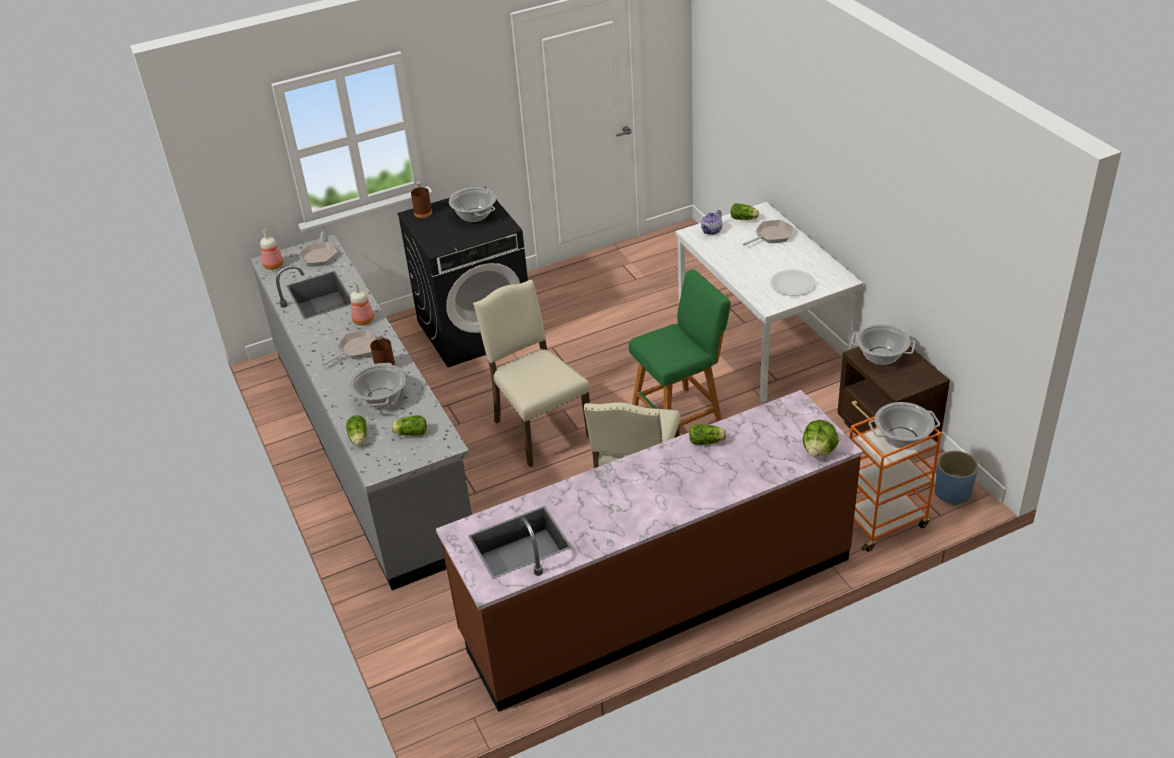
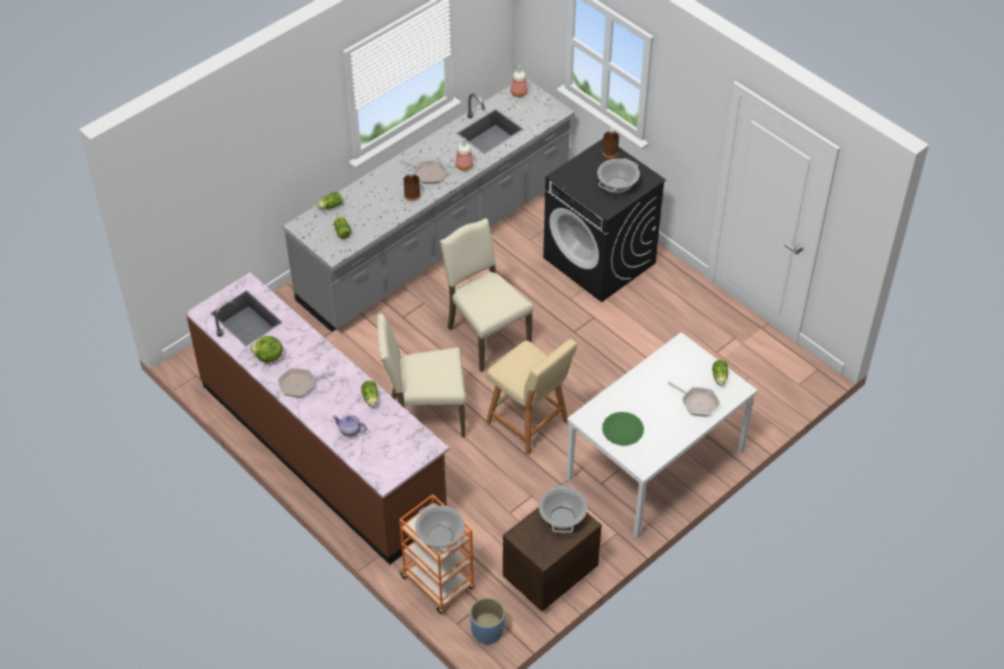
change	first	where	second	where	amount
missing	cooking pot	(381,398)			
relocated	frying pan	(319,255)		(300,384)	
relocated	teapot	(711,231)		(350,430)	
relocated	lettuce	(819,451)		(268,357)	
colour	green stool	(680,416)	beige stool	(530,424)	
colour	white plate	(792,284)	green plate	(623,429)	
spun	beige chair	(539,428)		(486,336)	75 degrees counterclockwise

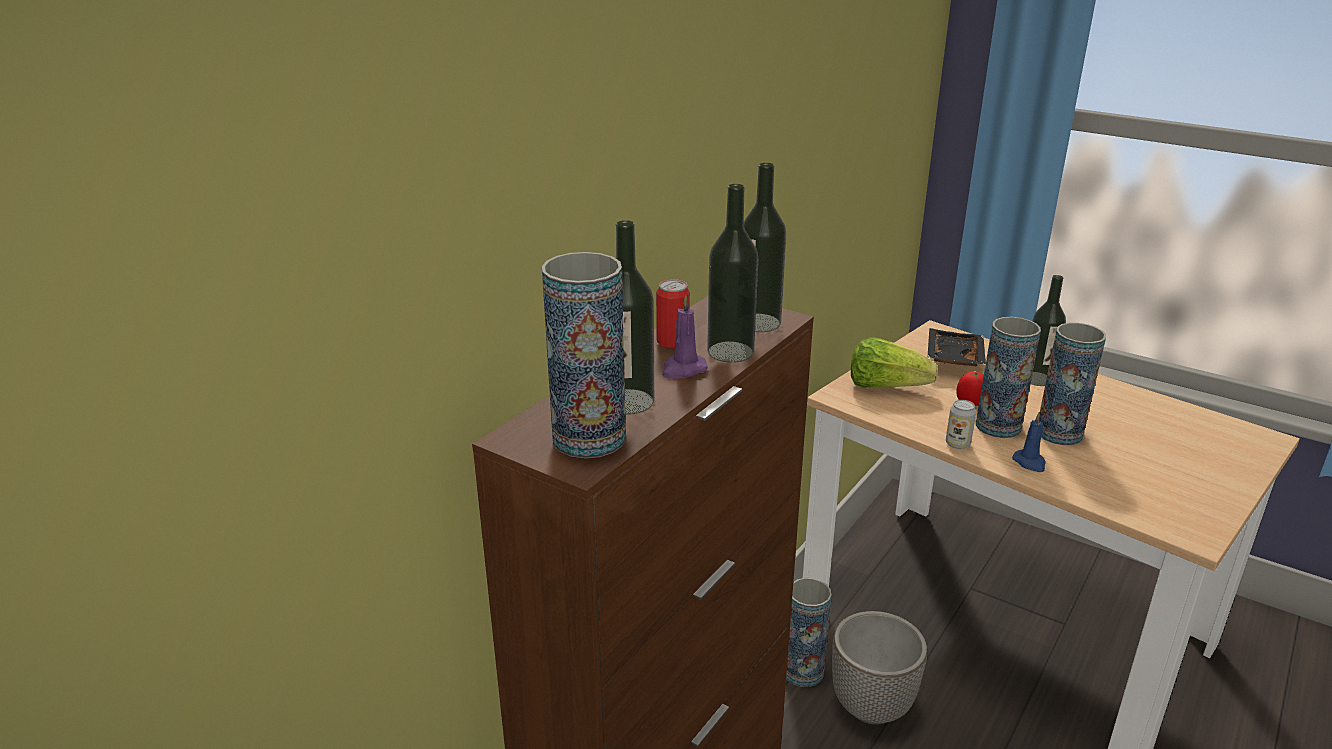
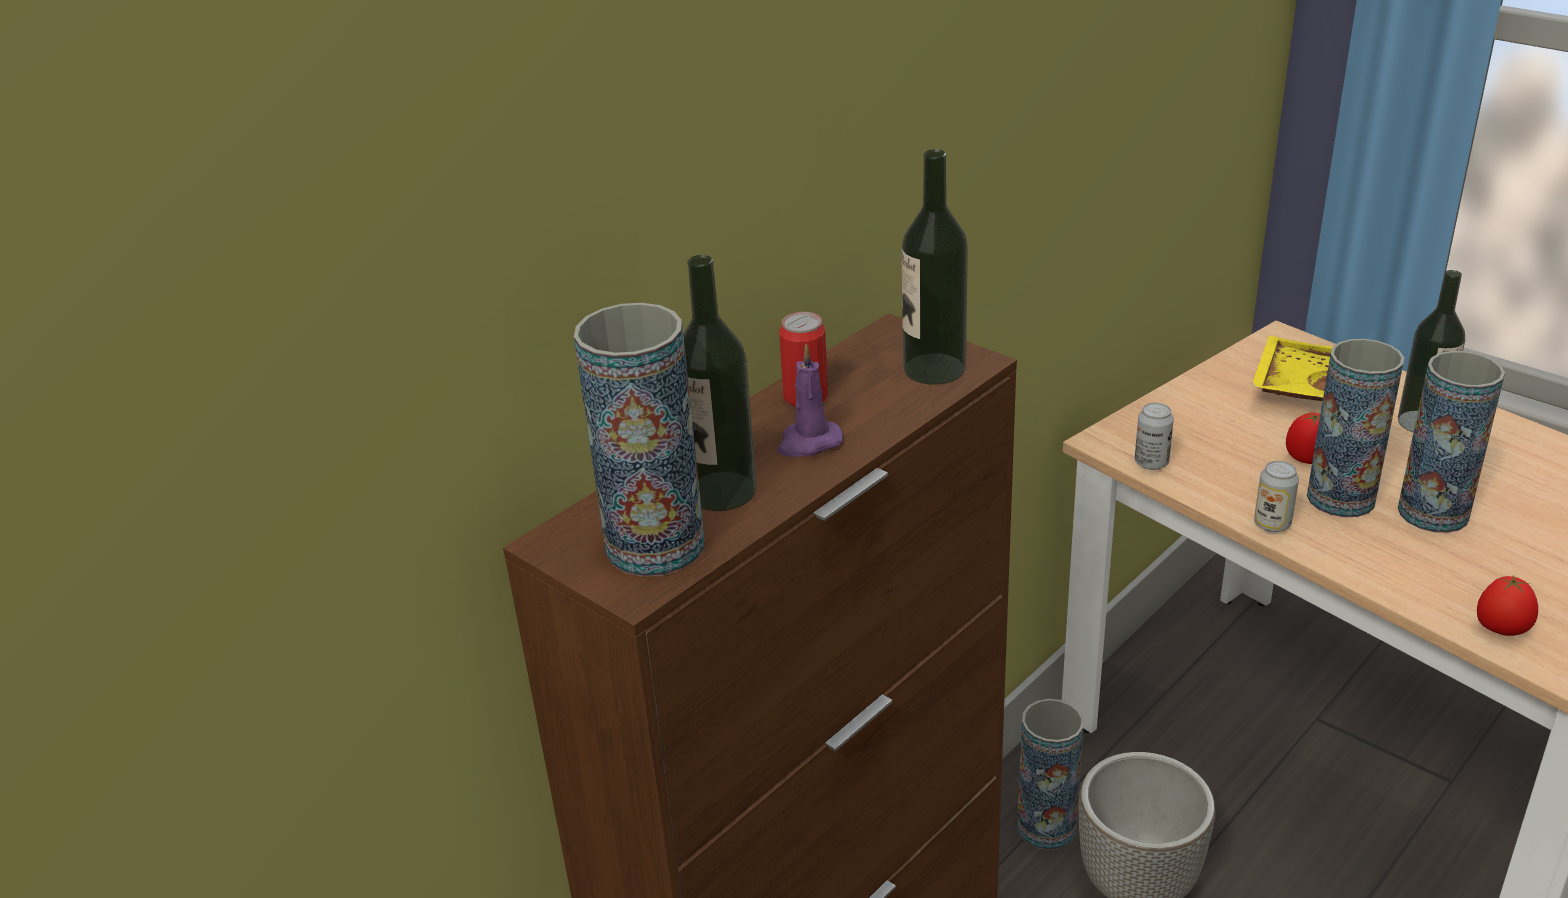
change	first	where	second	where	amount
missing	bottle	(730,352)			
missing	lettuce	(885,386)			
missing	blue candle	(1030,463)			
appeared			can	(1151,463)	
appeared			tomato	(1501,630)	
colour	black tray	(952,358)	yellow tray	(1296,385)	

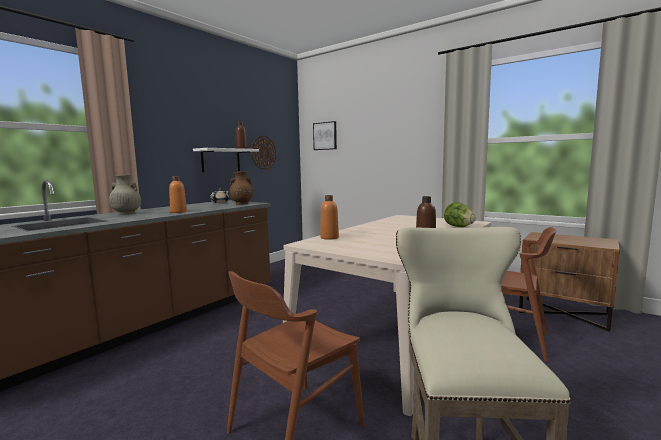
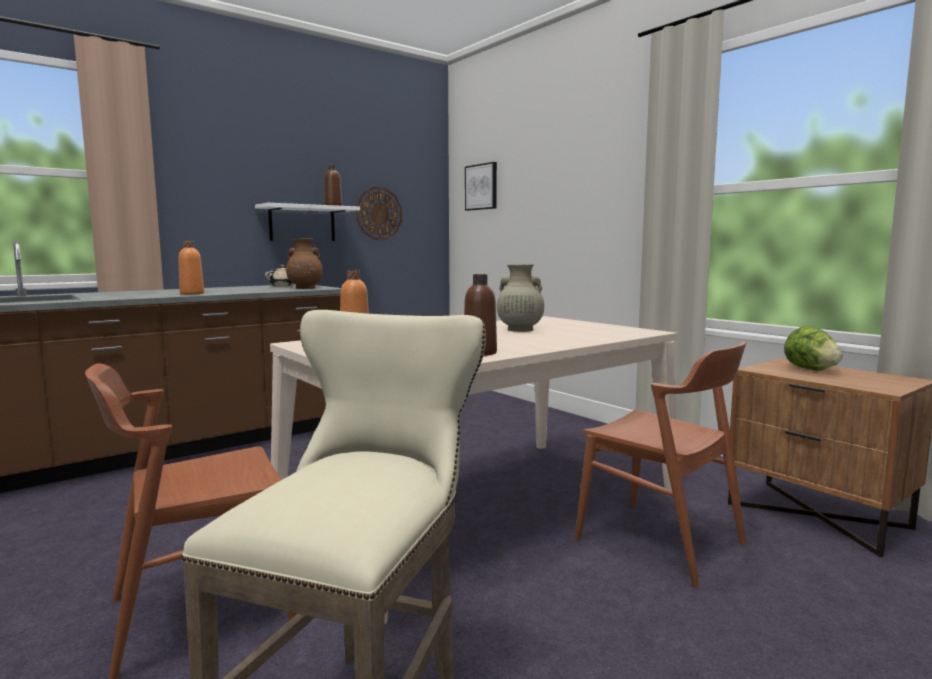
change	first	where	second	where	amount
relocated	beige vase	(126,213)		(519,330)	
relocated	lettuce	(458,227)		(810,369)	

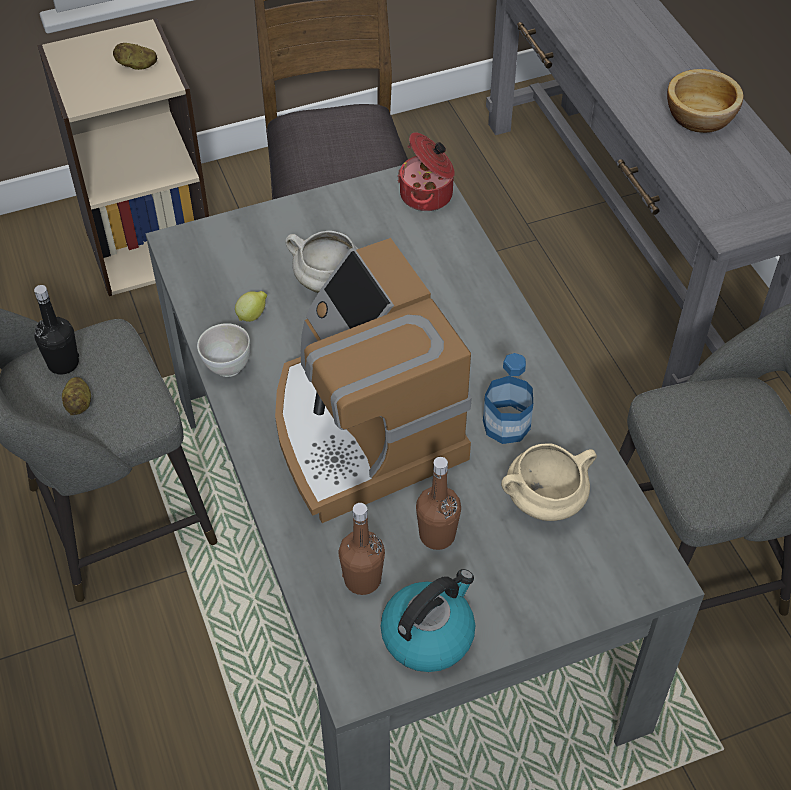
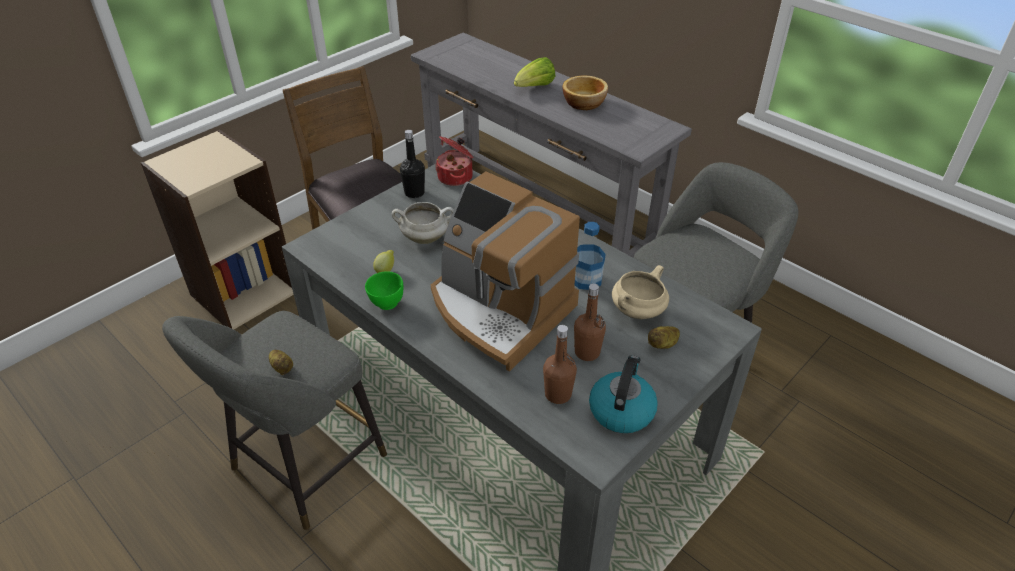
change	first	where	second	where	amount
appeared			lettuce	(535,87)	
relocated	black bottle	(63,363)		(414,193)	
relocated	potato	(136,66)		(663,344)	
colour	white bowl	(227,367)	green bowl	(386,304)	

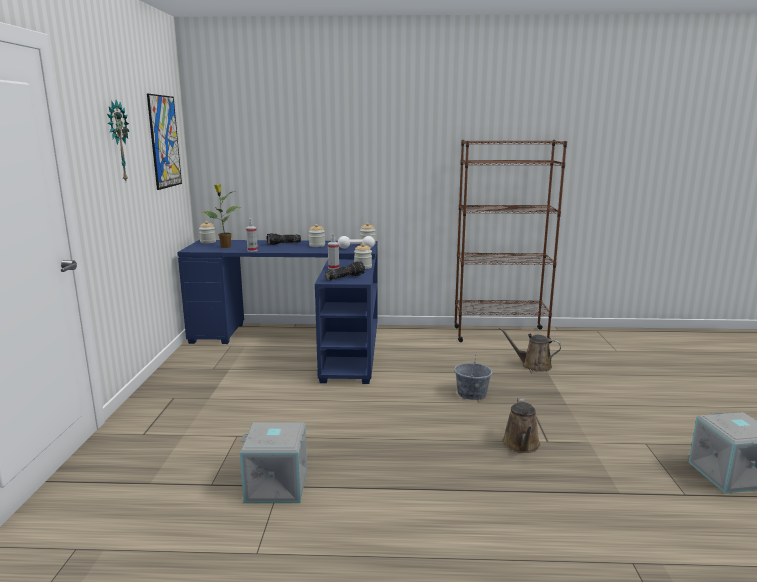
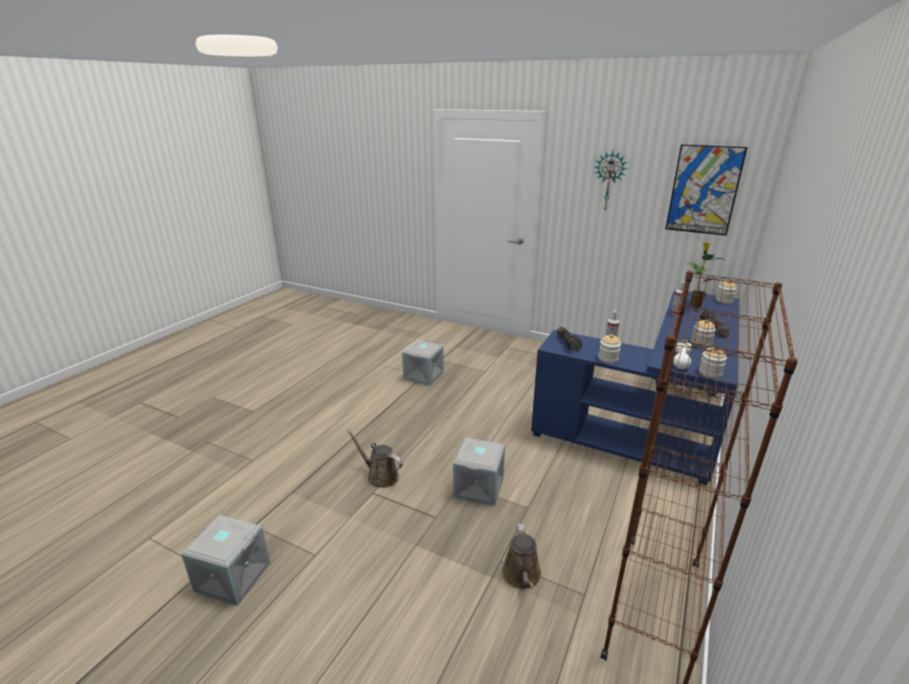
change	first	where	second	where	amount
exchanged	grey bucket	(472,393)	grey storage box	(479,487)	
spun	brown watering can	(533,365)		(522,576)	135 degrees clockwise

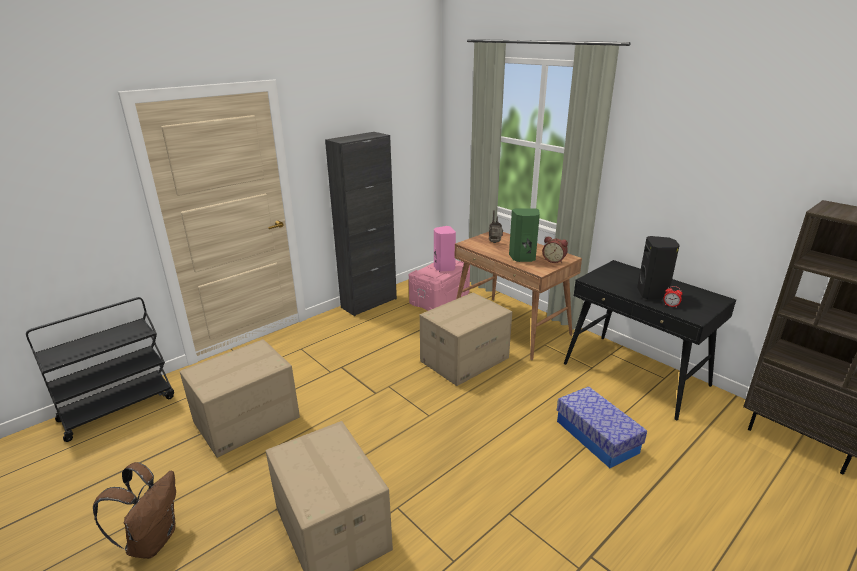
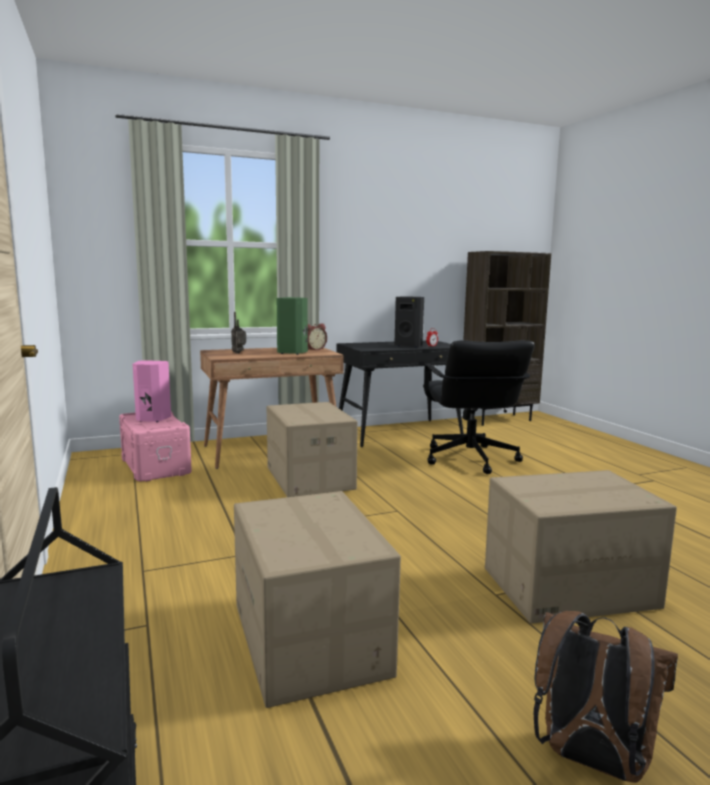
change	first	where	second	where	amount
missing	black cabinet	(369,303)			
exchanged	storage box	(596,436)	black office chair	(469,459)	

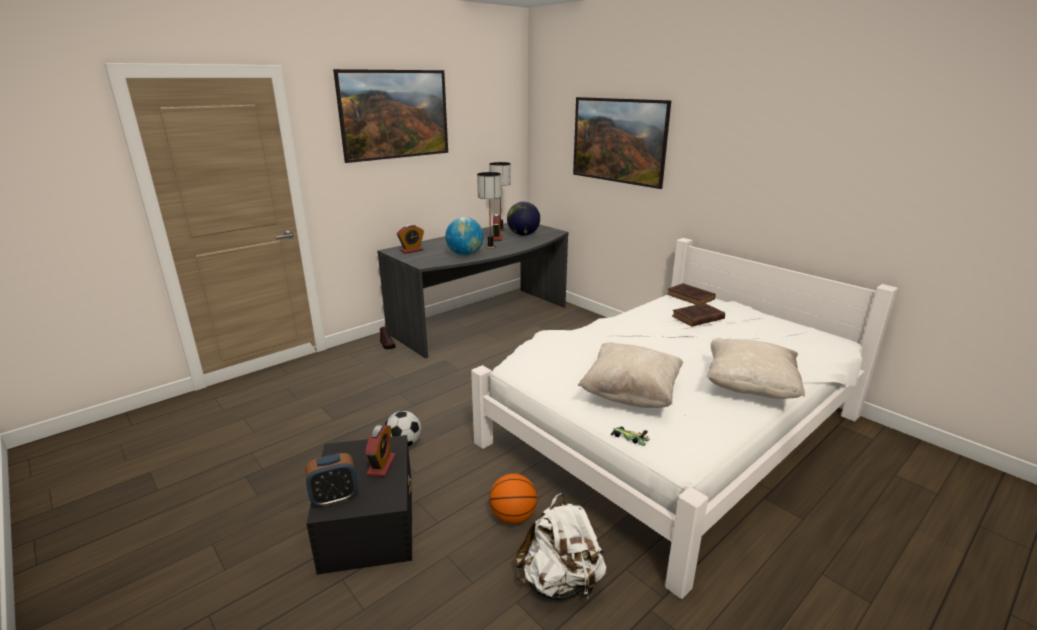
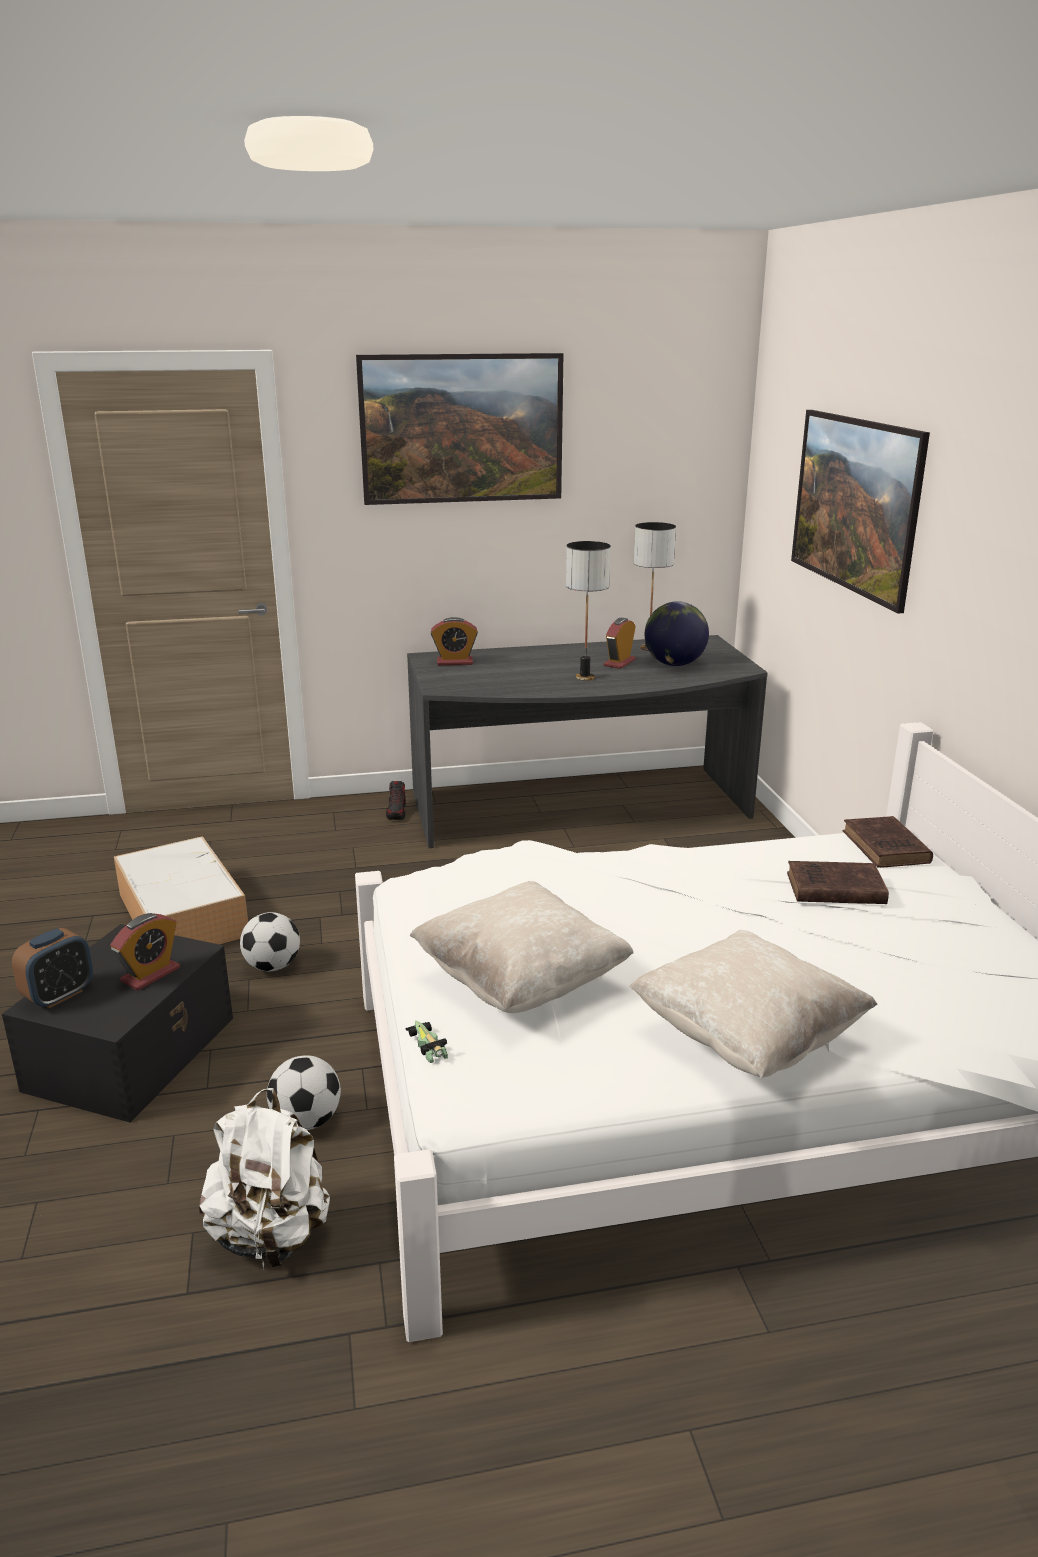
change	first	where	second	where	amount
missing	globe	(465,254)			
appeared			storage box	(181,914)	
exchanged	basketball	(513,516)	football	(306,1121)	
spun	alarm clock	(334,498)		(59,995)	60 degrees counterclockwise

